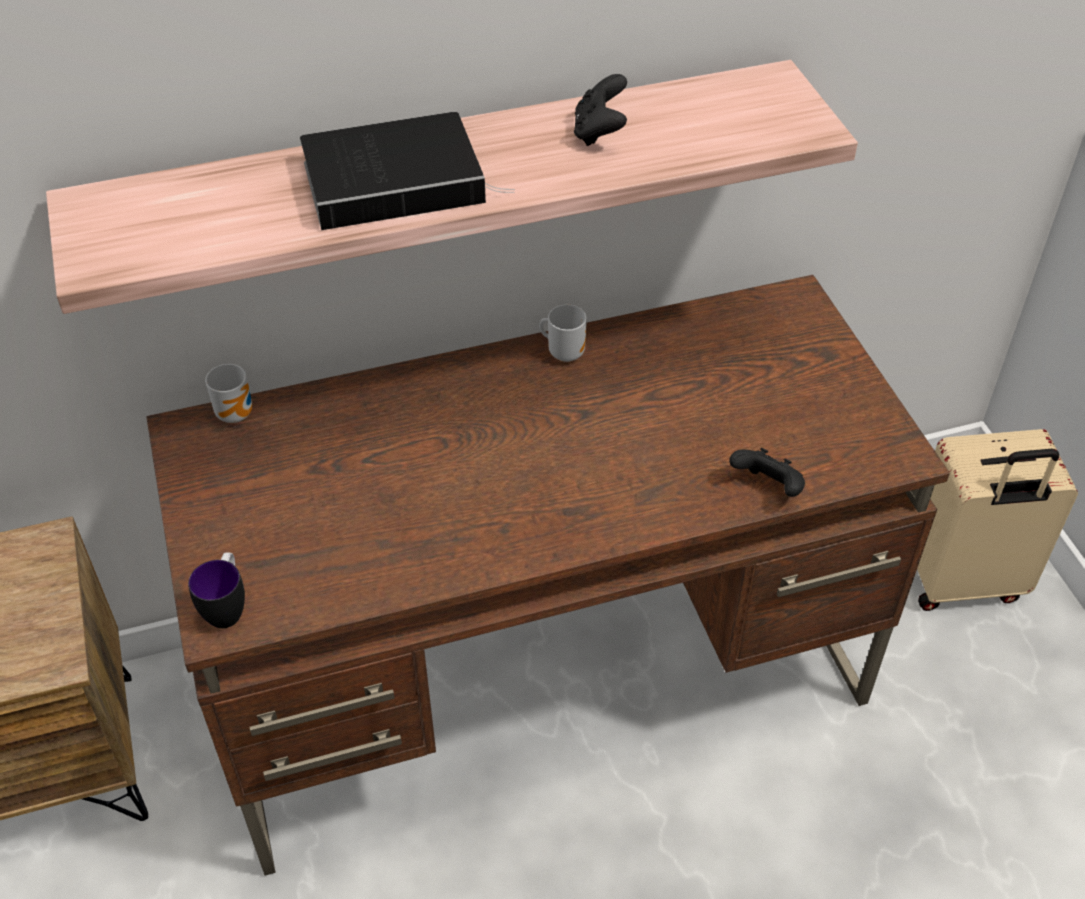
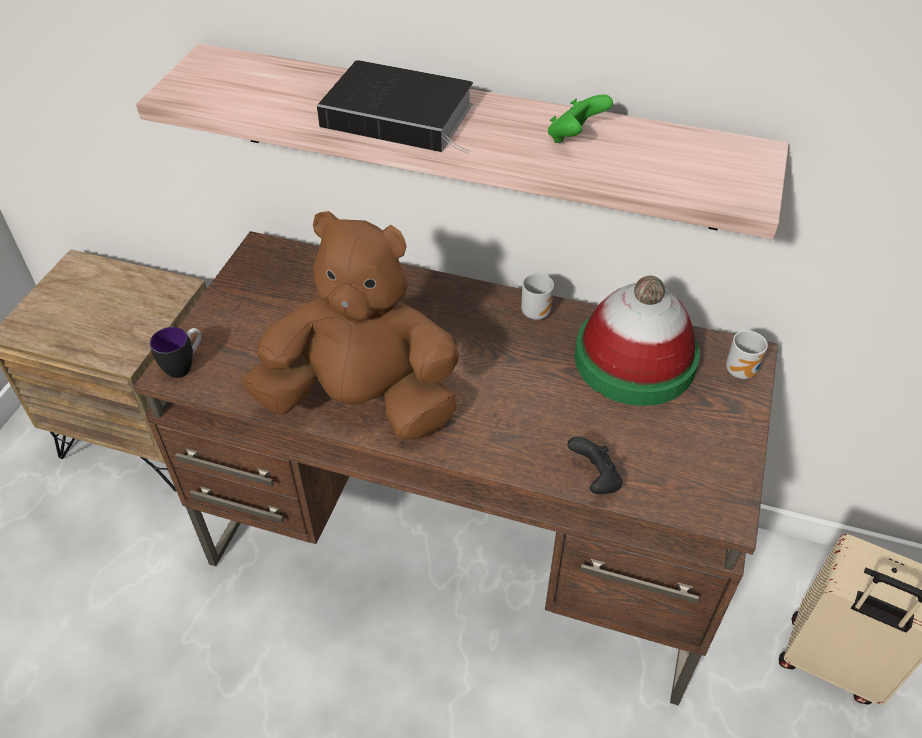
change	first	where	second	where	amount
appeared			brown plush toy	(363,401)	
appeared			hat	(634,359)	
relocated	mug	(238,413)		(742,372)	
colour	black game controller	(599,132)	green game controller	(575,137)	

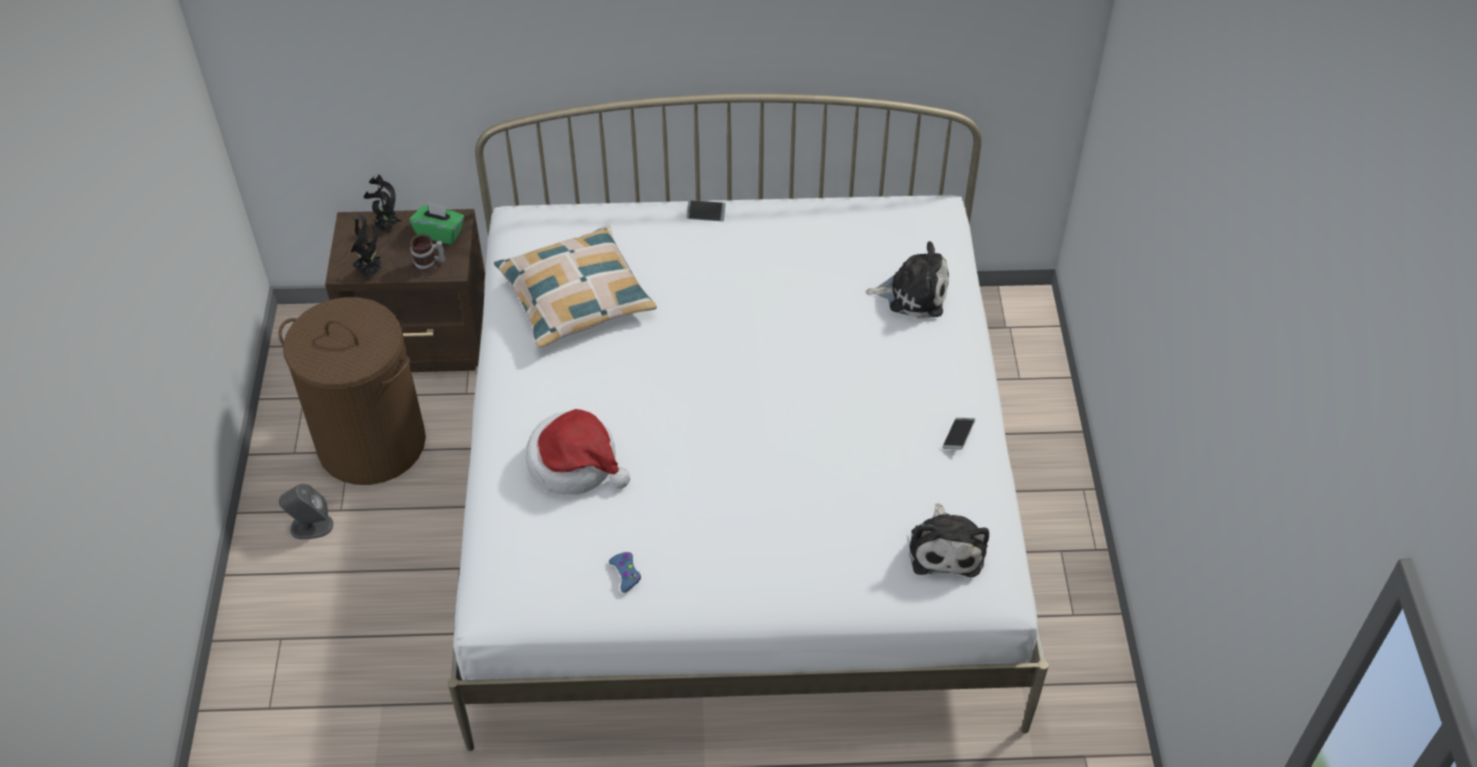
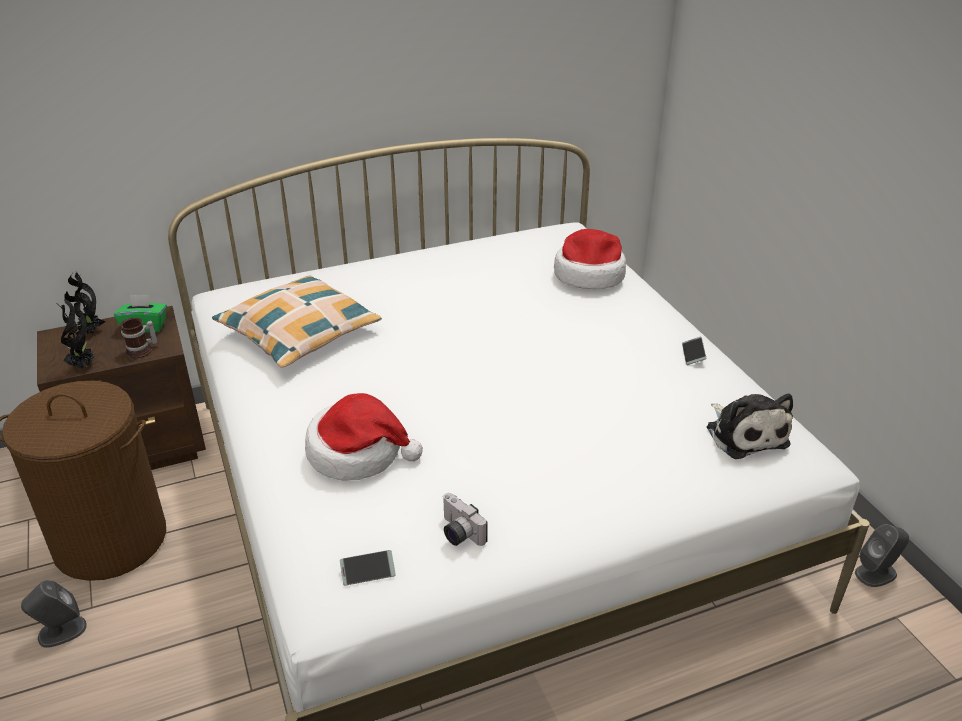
change	first	where	second	where	amount
appeared			grey speaker	(876,573)	
relocated	phone	(706,214)		(368,571)	
exchanged	blue game controller	(626,574)	photo camera	(458,533)	
exchanged	plush toy	(913,293)	hat	(589,274)	

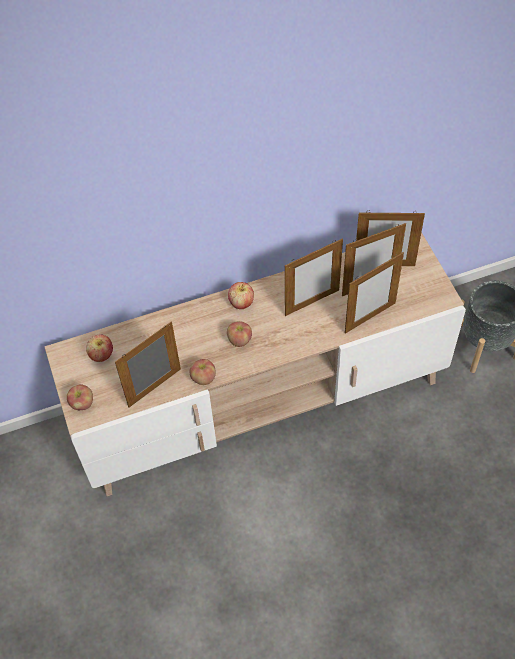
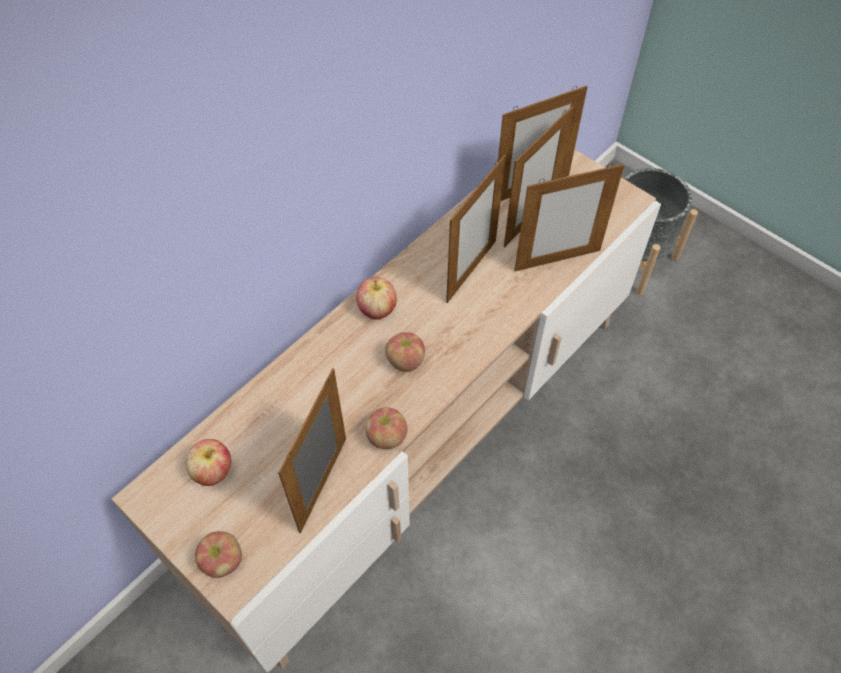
change	first	where	second	where	amount
spun	picture frame	(370,317)		(557,260)	45 degrees clockwise

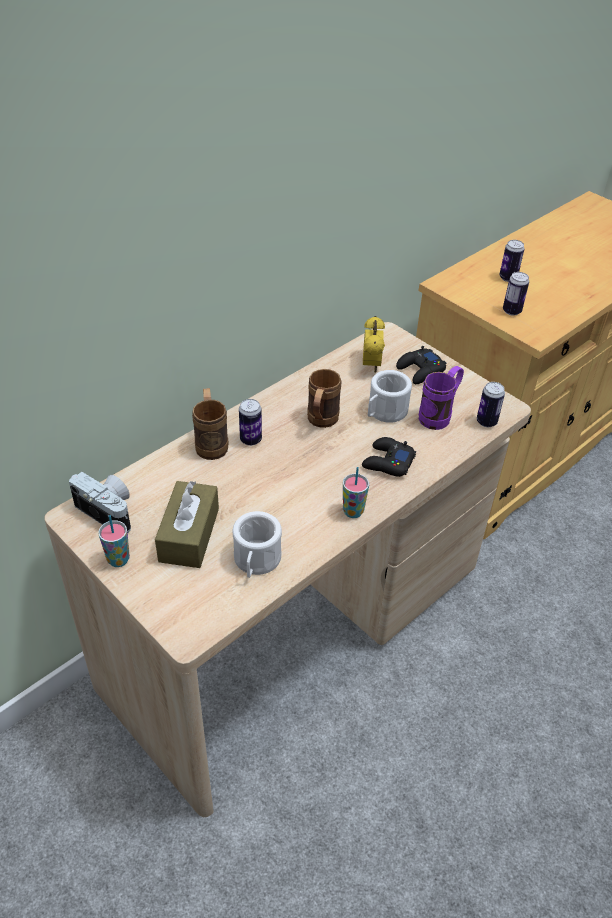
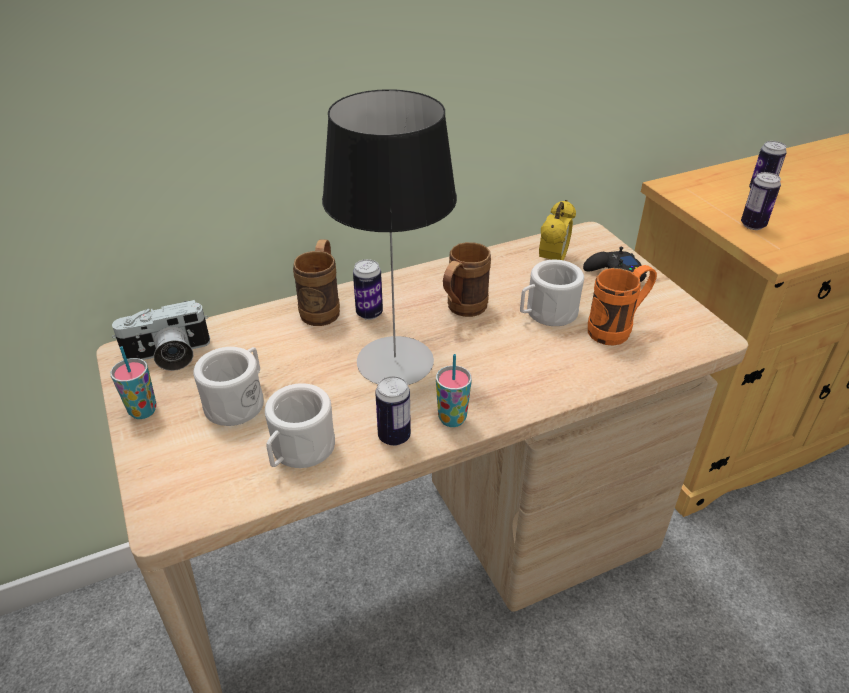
change	first	where	second	where	amount
missing	black game controller	(387,462)			
appeared			table lamp	(395,361)	
relocated	can	(486,422)		(394,436)	
exchanged	brown tissue box	(189,535)	white mug	(239,401)	
colour	purple mug	(439,415)	orange mug	(617,329)	
spun	photo camera	(109,511)		(168,356)	105 degrees clockwise

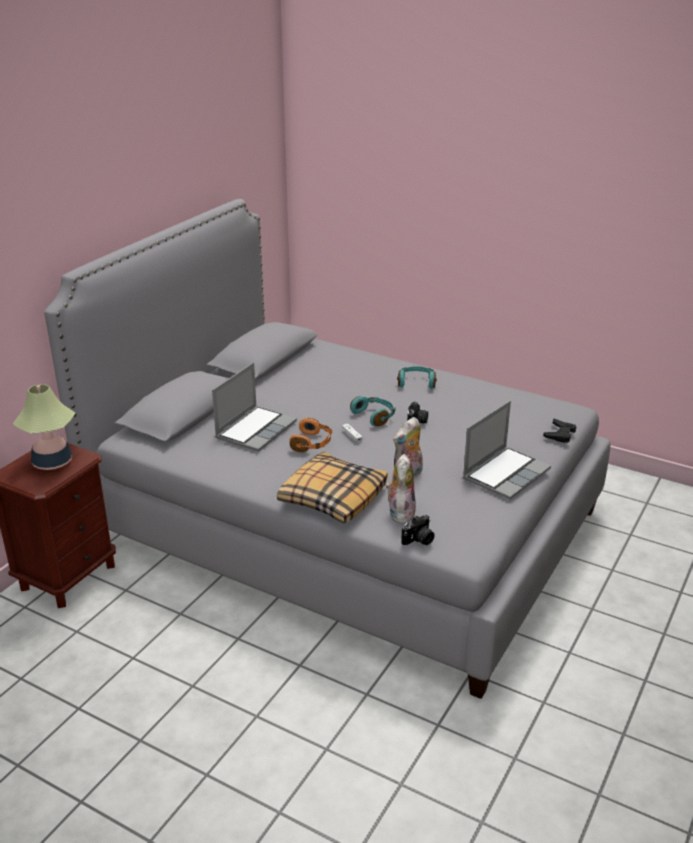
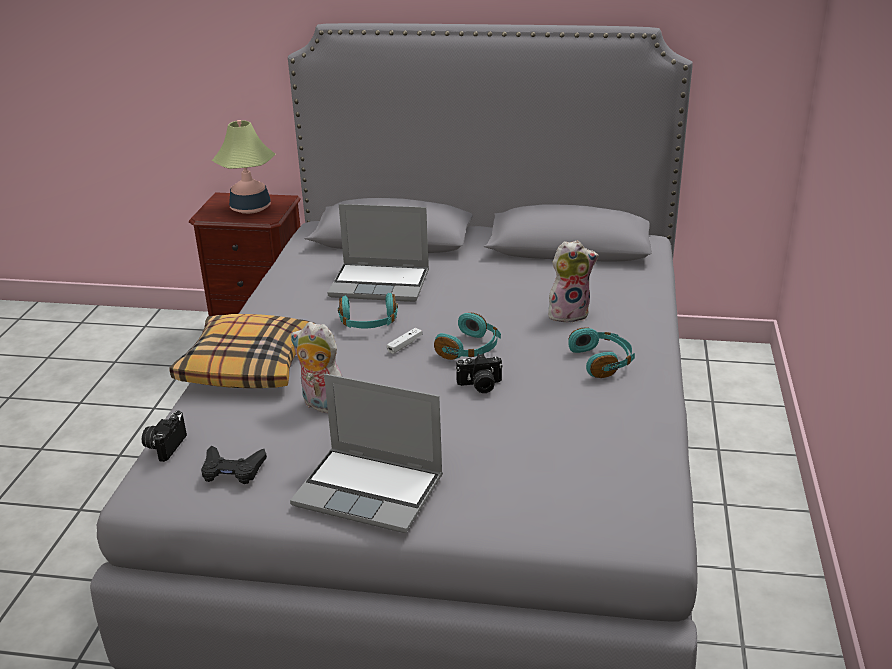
change	first	where	second	where	amount
relocated	plush toy	(400,512)		(569,313)	
relocated	black game controller	(560,434)		(232,470)	
colour	orange headphones	(312,443)	turquoise headphones	(369,323)	
spun	photo camera	(419,540)		(165,446)	75 degrees clockwise

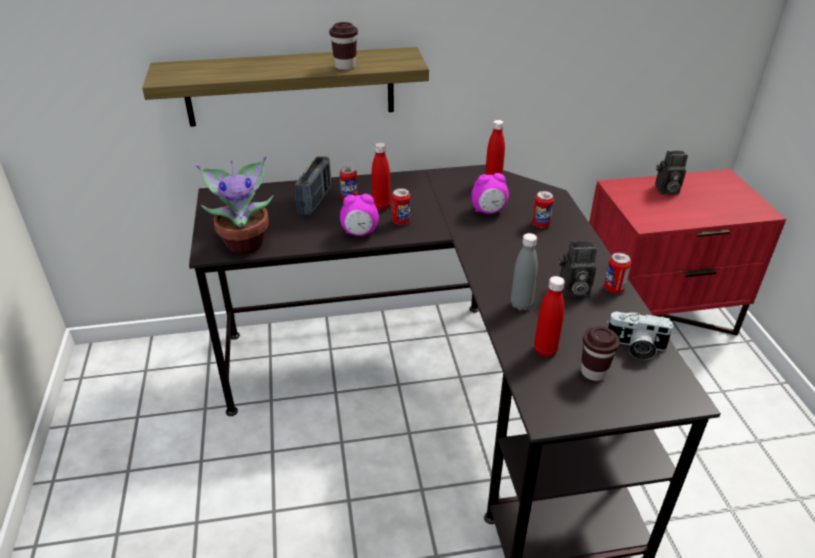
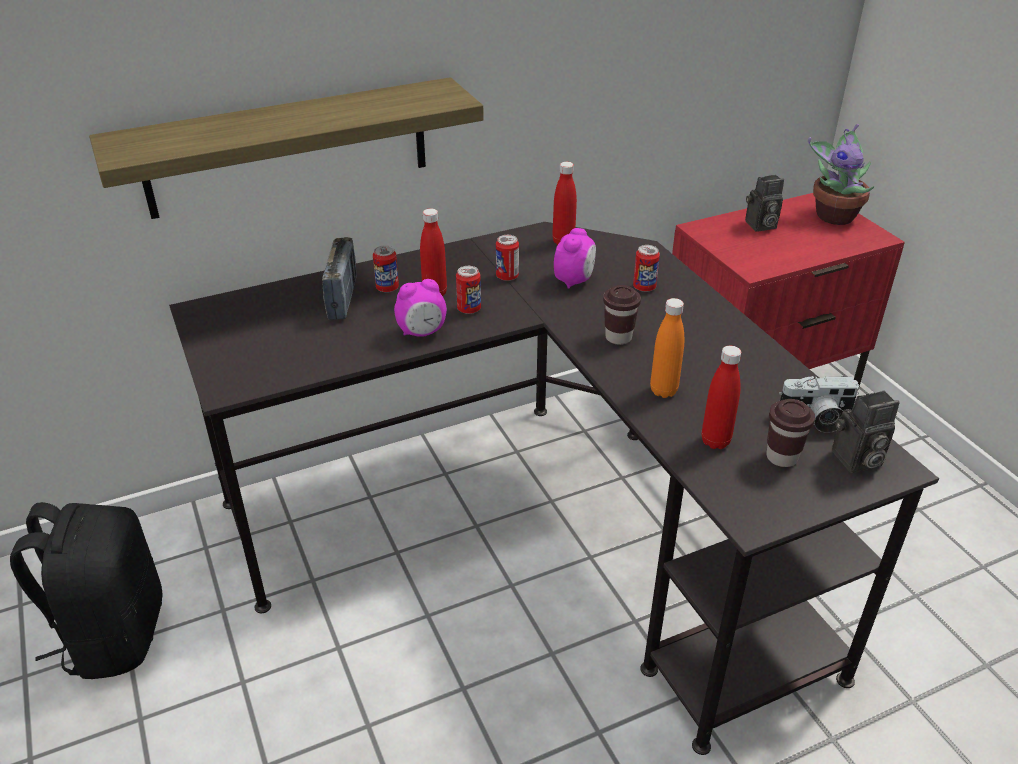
change	first	where	second	where	amount
appeared			black backpack	(113,634)	
relocated	potted plant	(245,242)		(833,215)	
relocated	brown cup	(345,67)		(618,337)	
relocated	photo camera	(573,290)		(856,460)	
relocated	can	(613,288)		(507,276)	
colour	grey bottle	(521,305)	orange bottle	(663,391)	
spun	alarm clock	(488,211)		(574,281)	45 degrees counterclockwise

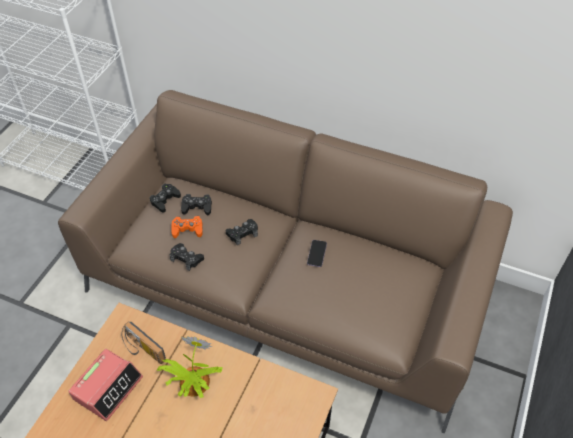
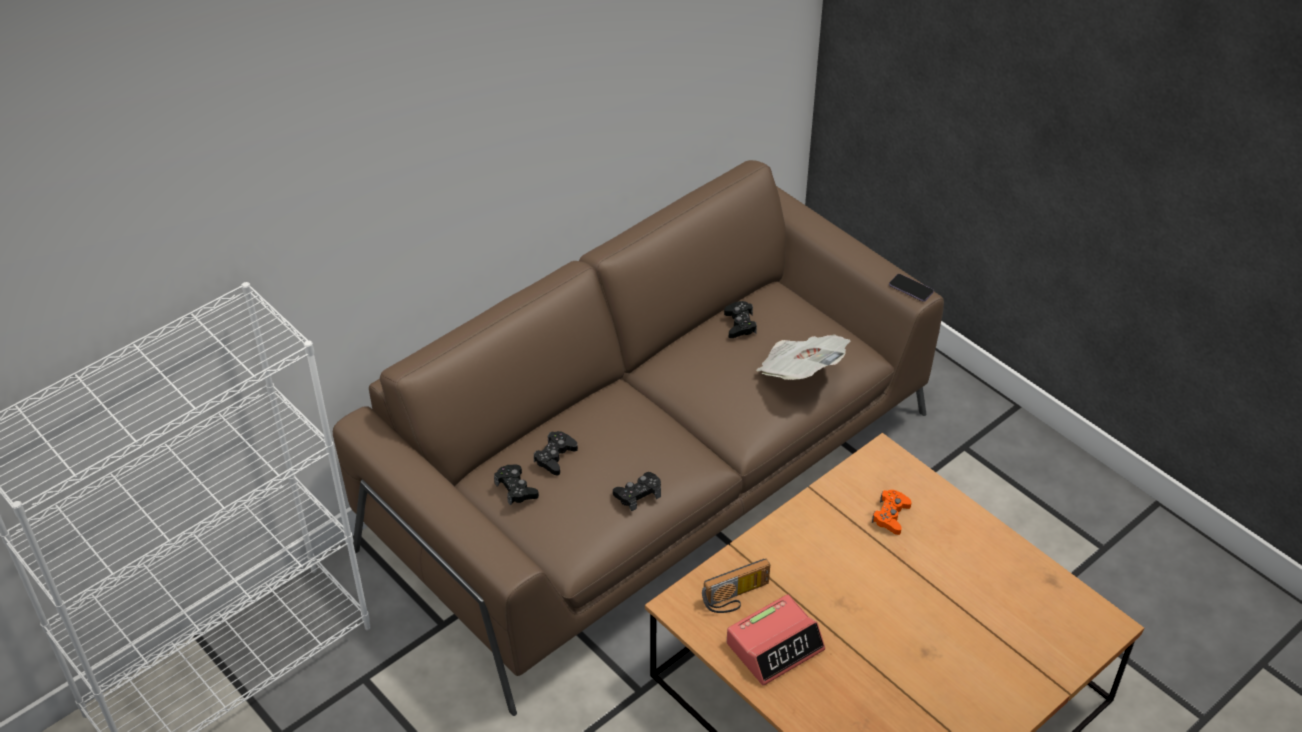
change	first	where	second	where	amount
missing	potted plant	(192,383)			
appeared			newspaper	(800,372)	
relocated	orange game controller	(187,229)		(890,515)	
relocated	black game controller	(242,234)		(740,324)	
relocated	phone	(317,254)		(911,289)	
spun	alarm clock	(108,387)		(775,646)	90 degrees clockwise

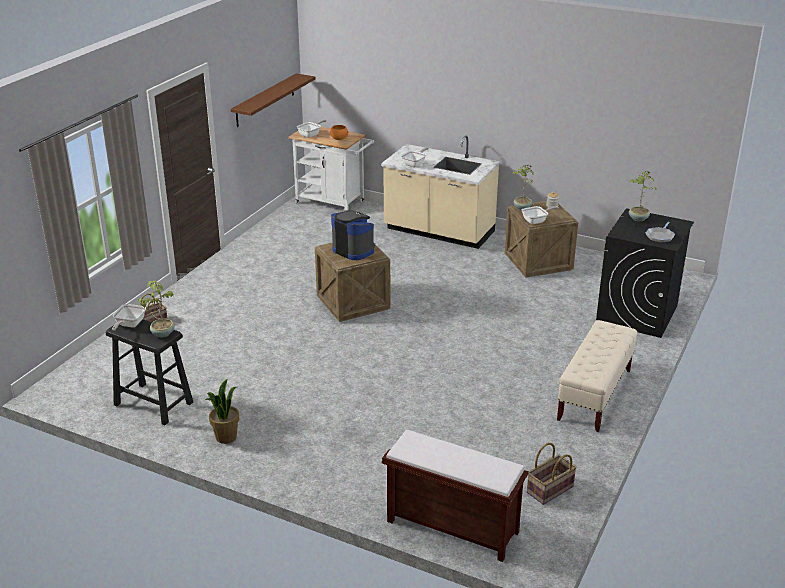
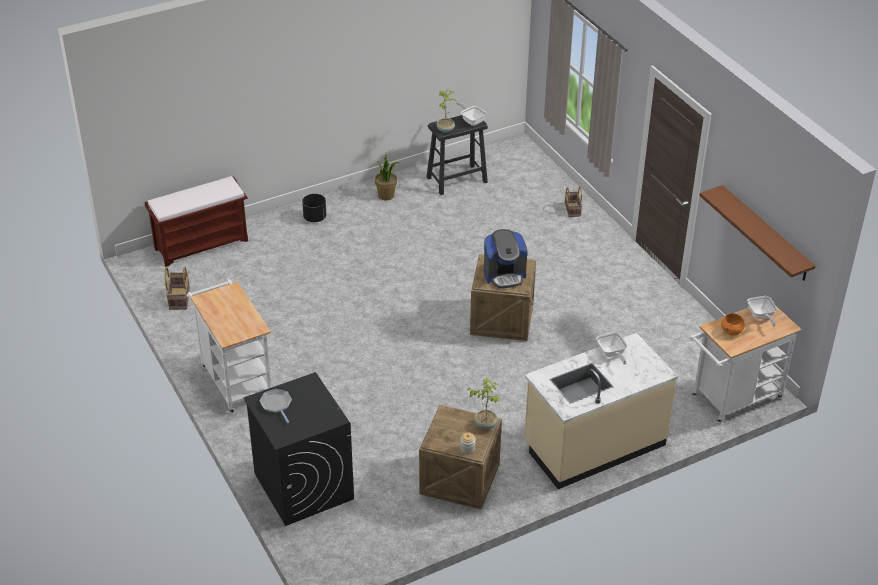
change	first	where	second	where	amount
missing	frying pan	(536,221)			
missing	potted plant	(638,219)			
appeared			black planter	(315,218)	
exchanged	beige bench	(594,395)	white cart	(235,379)	

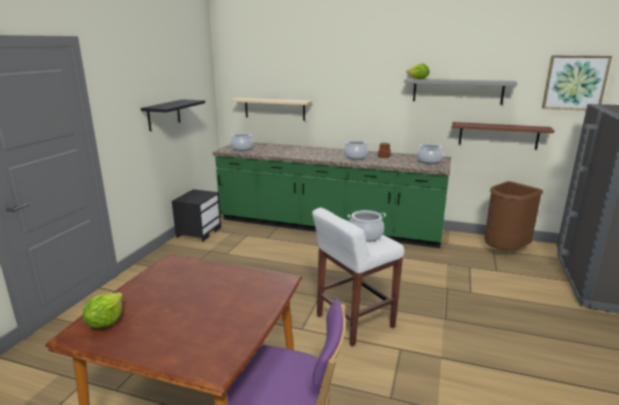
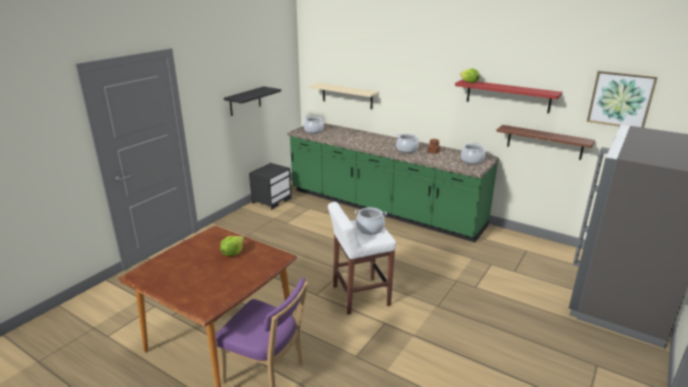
change	first	where	second	where	amount
missing	brown trash can	(504,251)			
relocated	lettuce	(105,322)		(232,253)	
colour	grey shelf	(457,91)	red shelf	(507,96)	

